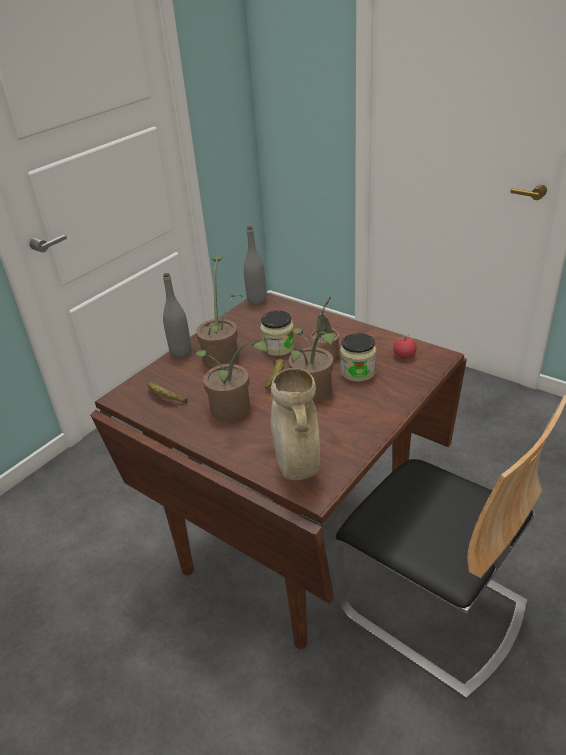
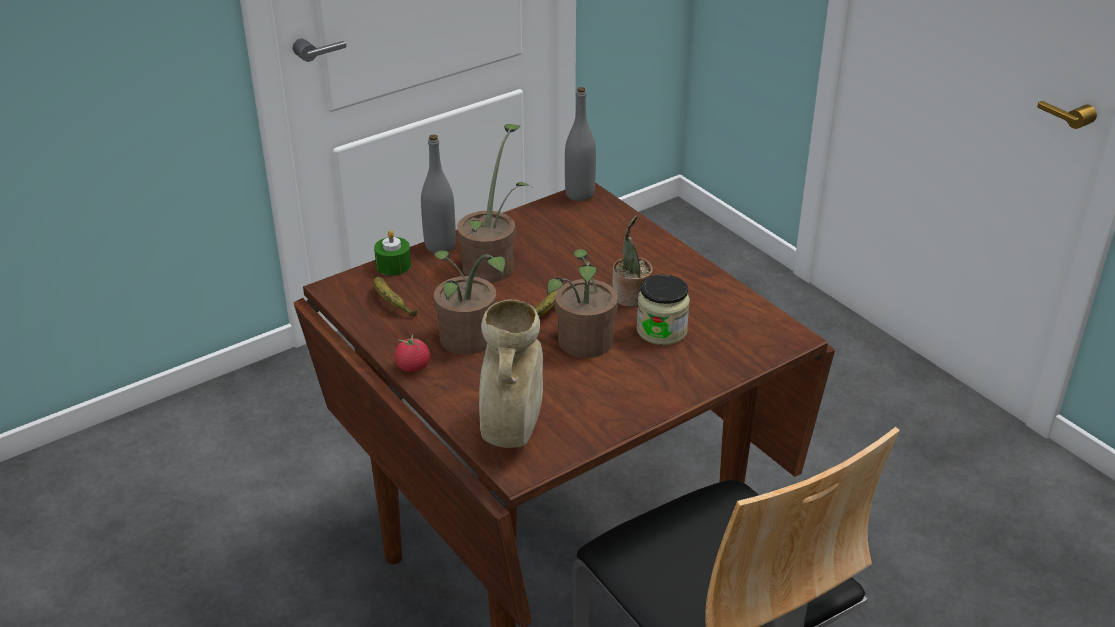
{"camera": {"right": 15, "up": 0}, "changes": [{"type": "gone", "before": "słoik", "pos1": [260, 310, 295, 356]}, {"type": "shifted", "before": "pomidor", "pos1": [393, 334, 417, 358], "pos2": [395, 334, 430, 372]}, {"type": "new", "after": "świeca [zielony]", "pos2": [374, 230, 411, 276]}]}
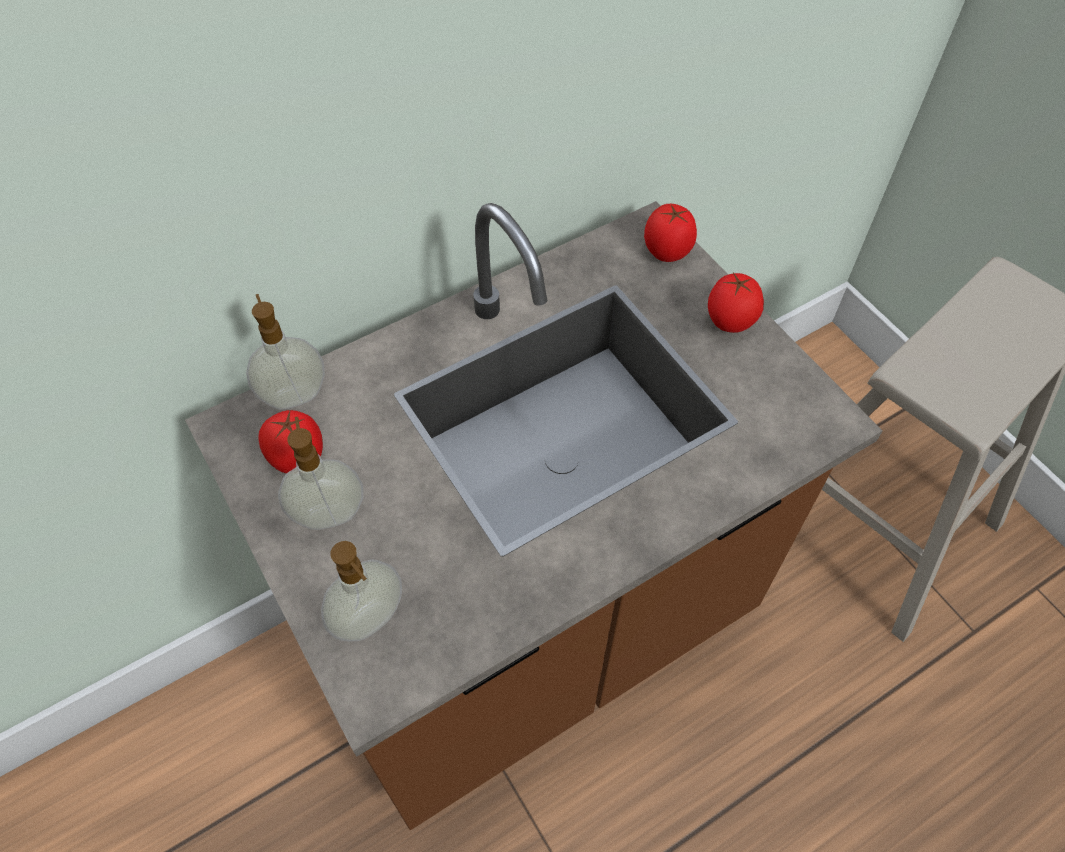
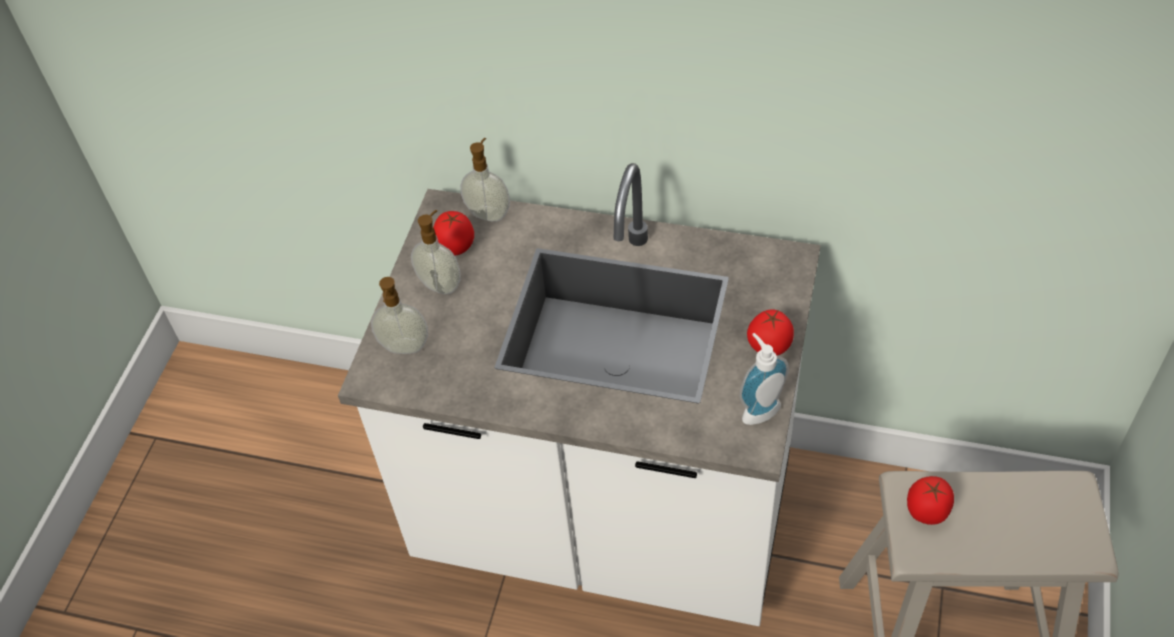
{"camera": {"right": 50, "up": -5}, "changes": [{"type": "repainted", "before": "zabudowa kuchenna [brązowy]", "after": "zabudowa kuchenna [biały]", "pos1": [185, 201, 882, 830], "pos2": [338, 163, 821, 626]}, {"type": "shifted", "before": "pomidor", "pos1": [644, 204, 697, 262], "pos2": [907, 476, 954, 525]}, {"type": "new", "after": "dozownik mydła", "pos2": [740, 333, 789, 425]}]}
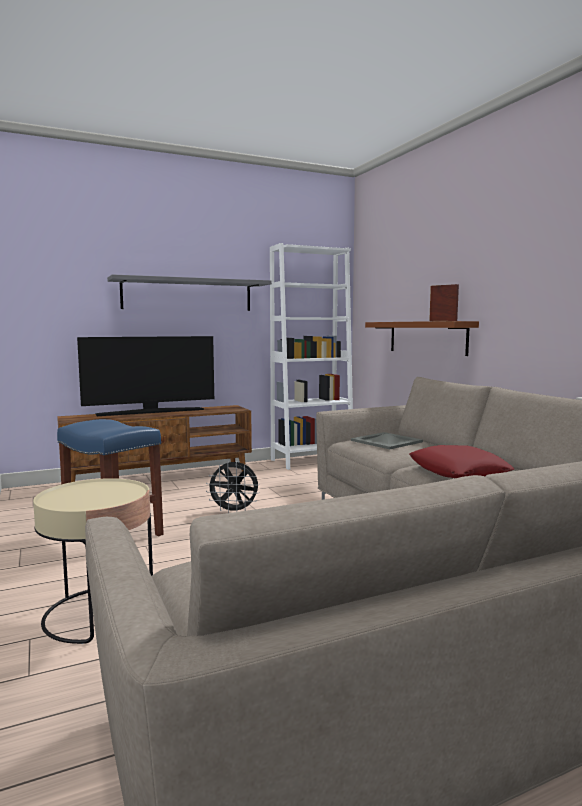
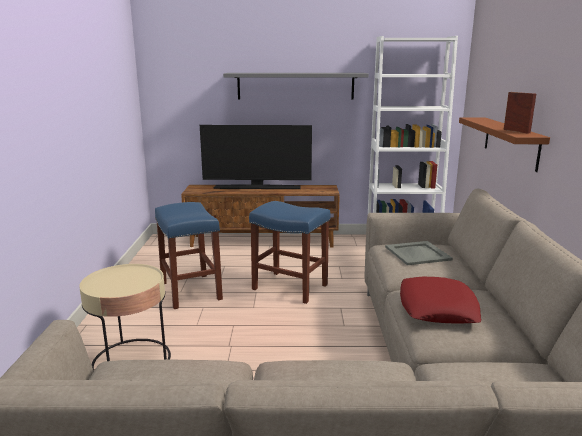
{"camera": {"right": 25, "up": 10}, "changes": [{"type": "swapped", "before": "wentylator [czarny]", "after": "stołek [niebieski]", "pos1": [206, 461, 260, 513], "pos2": [249, 201, 331, 304]}]}
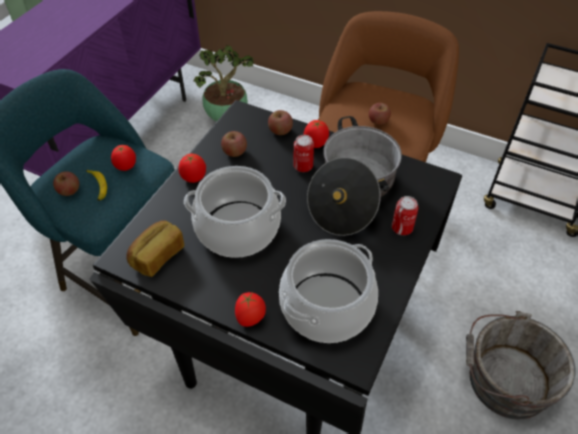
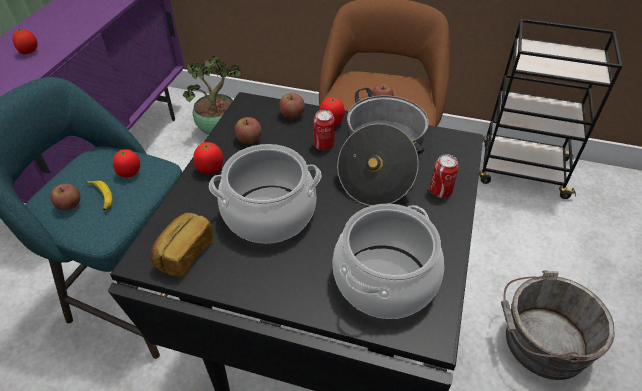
{"camera": {"right": -10, "up": -5}, "changes": [{"type": "shifted", "before": "pomidor", "pos1": [235, 292, 266, 327], "pos2": [13, 28, 38, 54]}]}
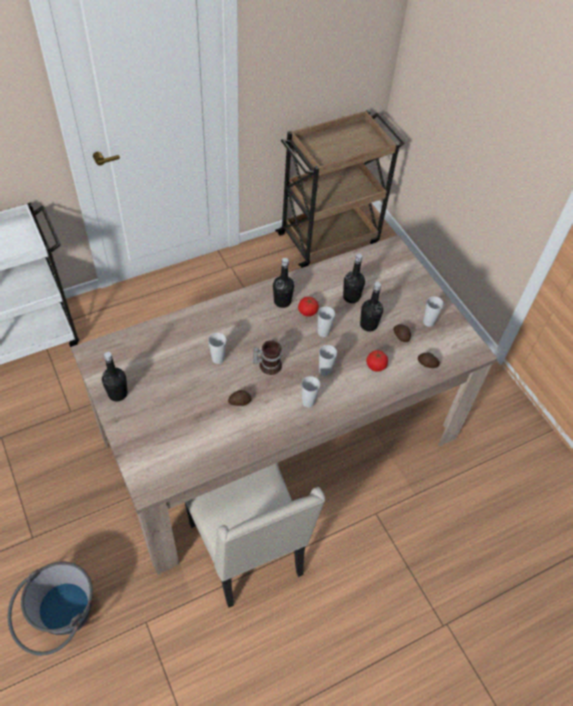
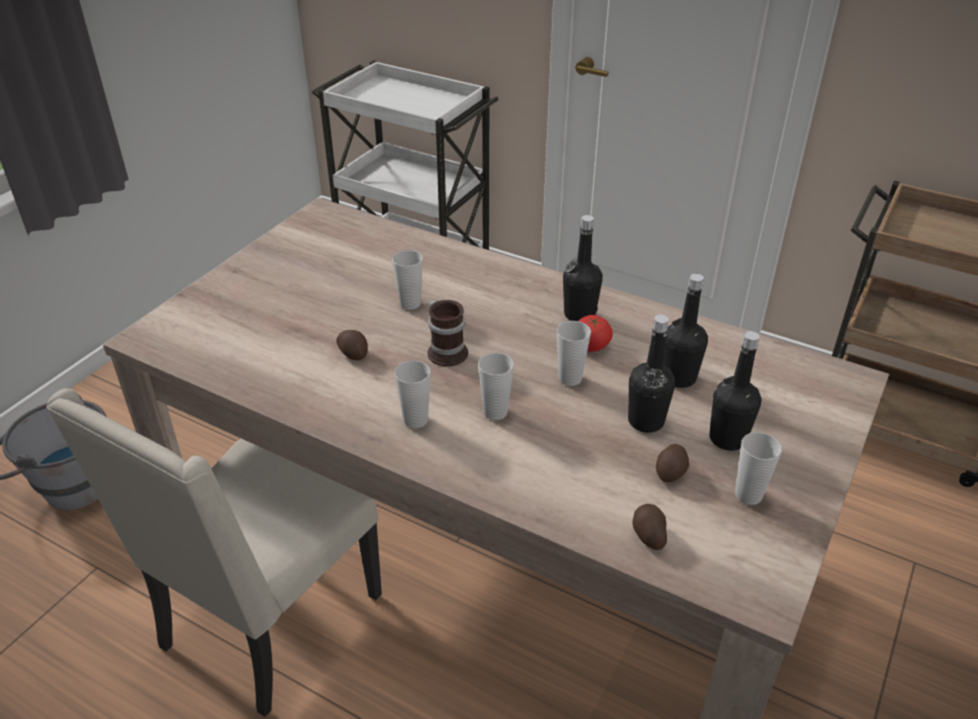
{"camera": {"right": 60, "up": -15}, "changes": [{"type": "shifted", "before": "butelka [czarny]", "pos1": [102, 352, 128, 401], "pos2": [709, 331, 762, 451]}, {"type": "gone", "before": "pomidor", "pos1": [366, 350, 388, 372]}]}
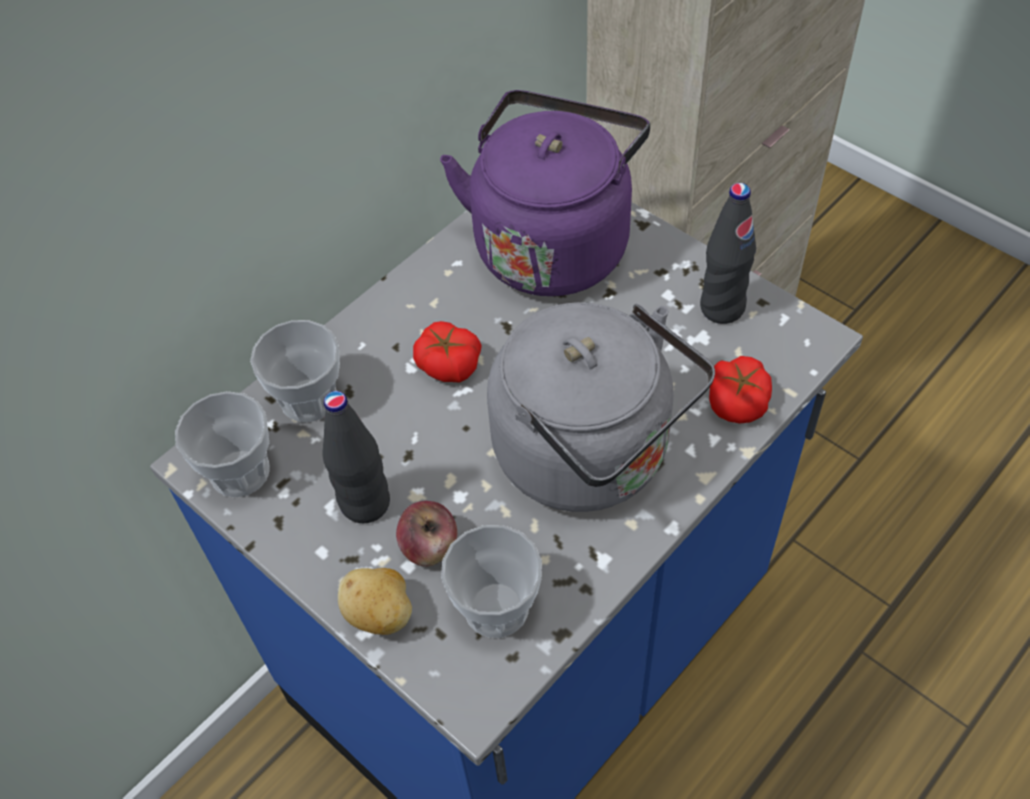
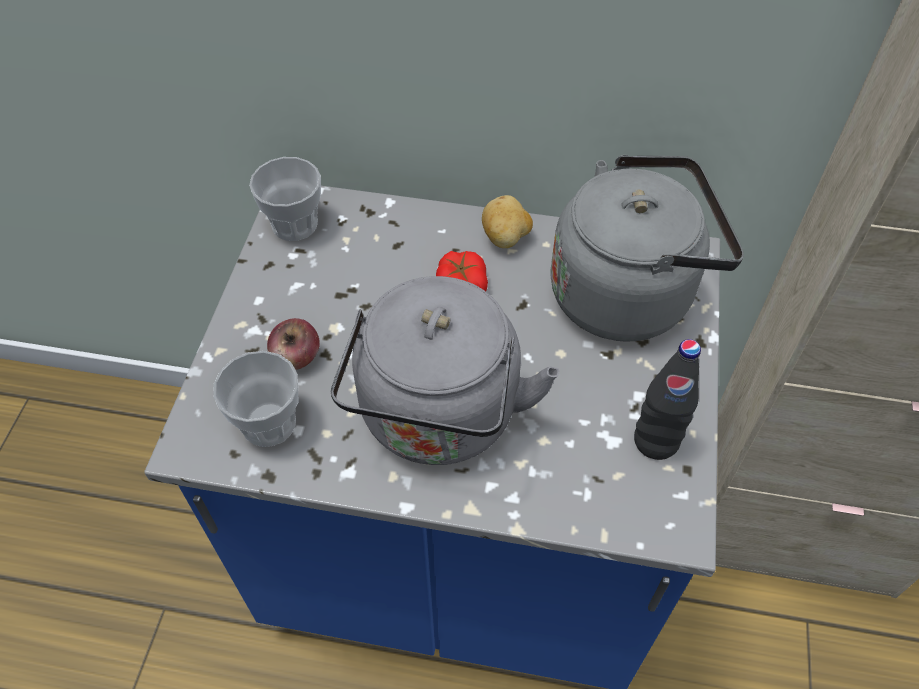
{"camera": {"right": 55, "up": 0}, "changes": [{"type": "gone", "before": "filiżanka", "pos1": [250, 320, 340, 422]}, {"type": "gone", "before": "butelka [czarny]", "pos1": [322, 391, 390, 523]}, {"type": "shifted", "before": "ziemniak", "pos1": [338, 568, 412, 635], "pos2": [482, 195, 533, 248]}, {"type": "repainted", "before": "czajnik [fioletowy]", "after": "czajnik [szary]", "pos1": [440, 90, 650, 296], "pos2": [550, 155, 744, 342]}, {"type": "gone", "before": "pomidor", "pos1": [709, 356, 772, 424]}]}
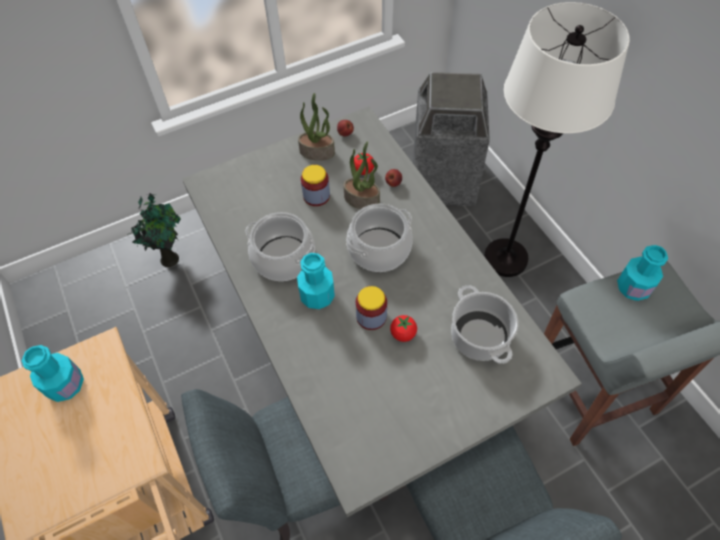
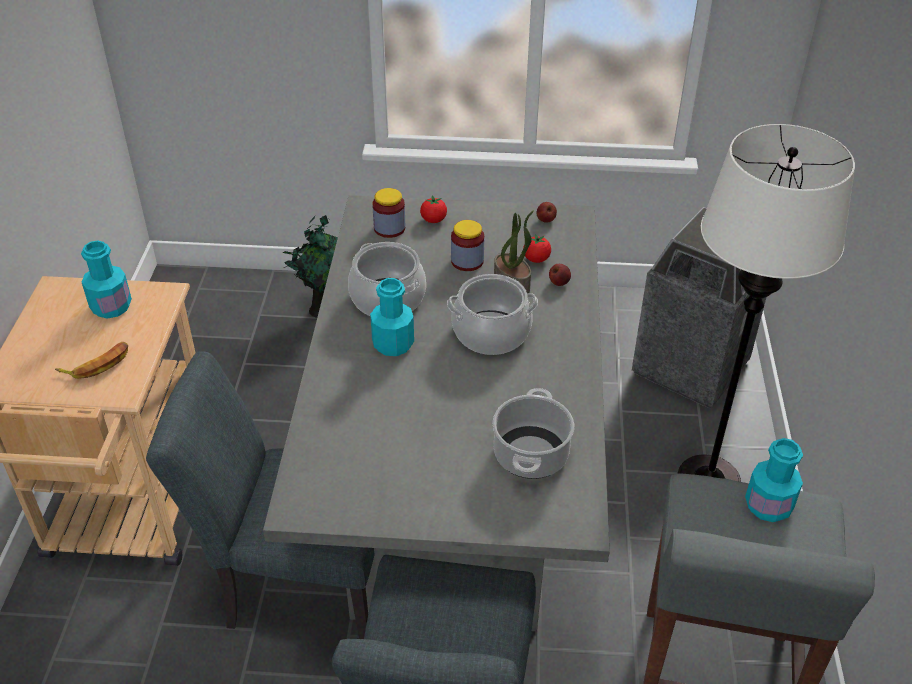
{"camera": {"right": 30, "up": -15}, "changes": [{"type": "gone", "before": "roślina doniczkowa", "pos1": [298, 93, 335, 161]}, {"type": "shifted", "before": "słoik", "pos1": [355, 286, 387, 330], "pos2": [372, 188, 405, 238]}, {"type": "shifted", "before": "pomidor", "pos1": [390, 315, 417, 342], "pos2": [420, 195, 447, 223]}, {"type": "new", "after": "banan", "pos2": [55, 342, 128, 379]}]}
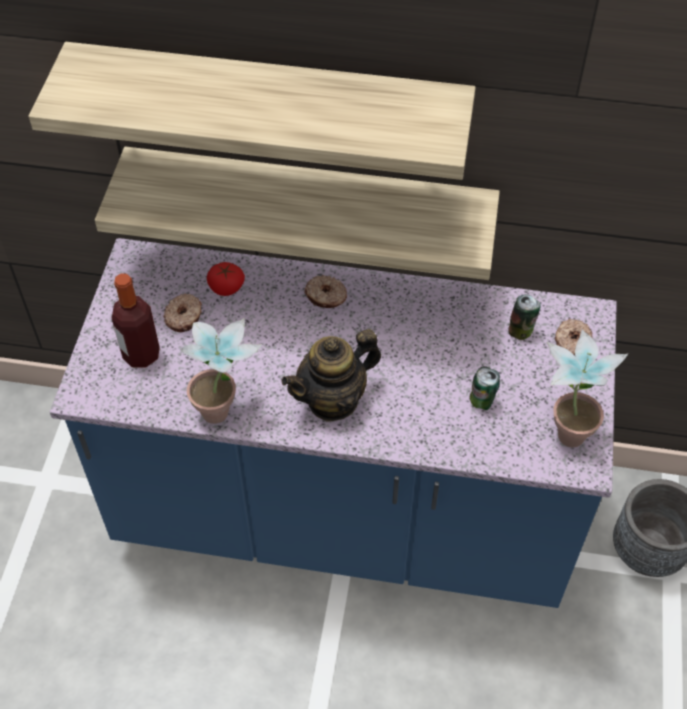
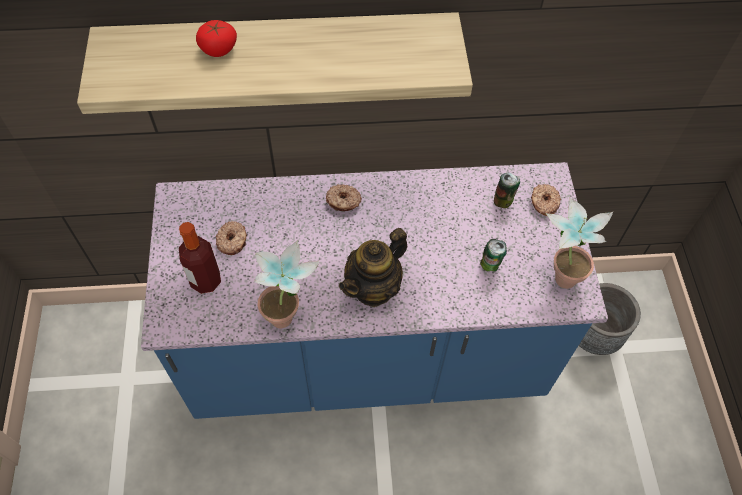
{"camera": {"right": -15, "up": 5}, "changes": [{"type": "gone", "before": "półka", "pos1": [95, 146, 500, 280]}, {"type": "shifted", "before": "pomidor", "pos1": [207, 262, 245, 296], "pos2": [196, 20, 237, 57]}]}
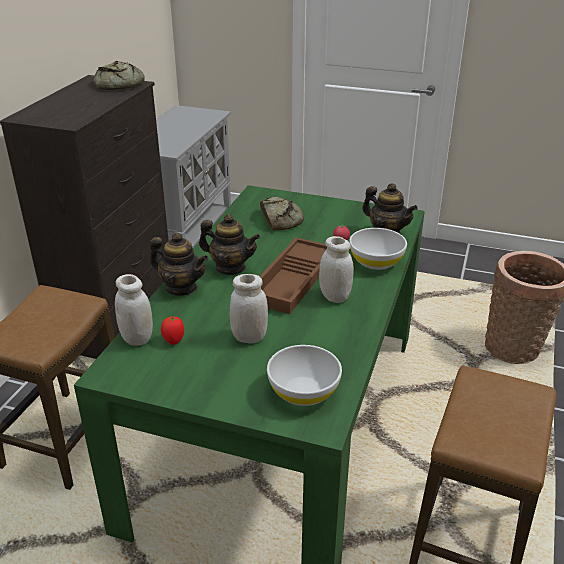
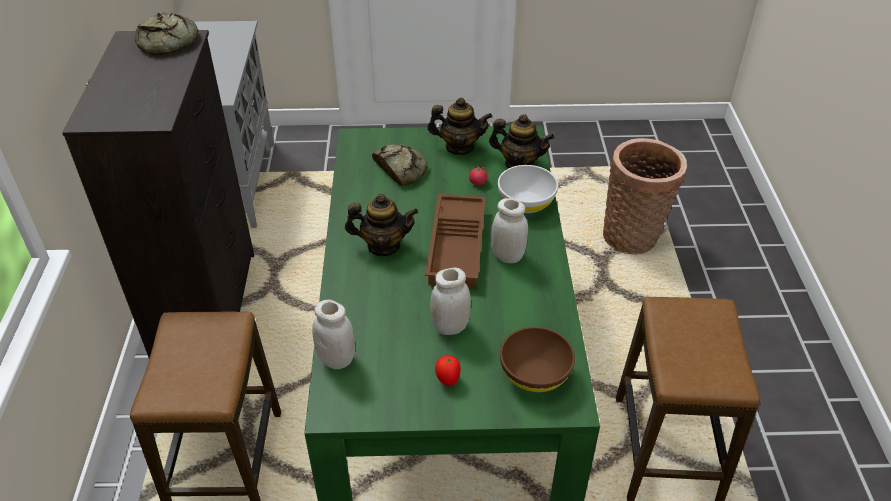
{"camera": {"right": -20, "up": 10}, "changes": [{"type": "shifted", "before": "imbryk", "pos1": [150, 233, 208, 296], "pos2": [427, 97, 492, 155]}, {"type": "shifted", "before": "pomidor", "pos1": [161, 316, 184, 345], "pos2": [435, 356, 461, 386]}, {"type": "repainted", "before": "miska [biały]", "after": "miska [brązowy]", "pos1": [267, 345, 342, 406], "pos2": [500, 327, 575, 392]}]}
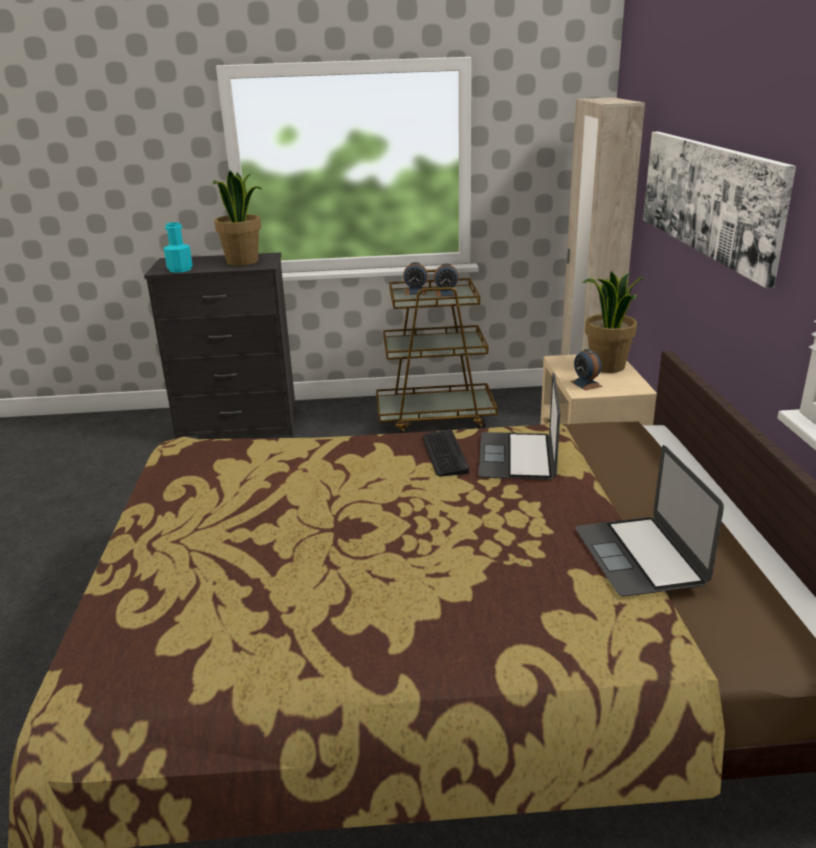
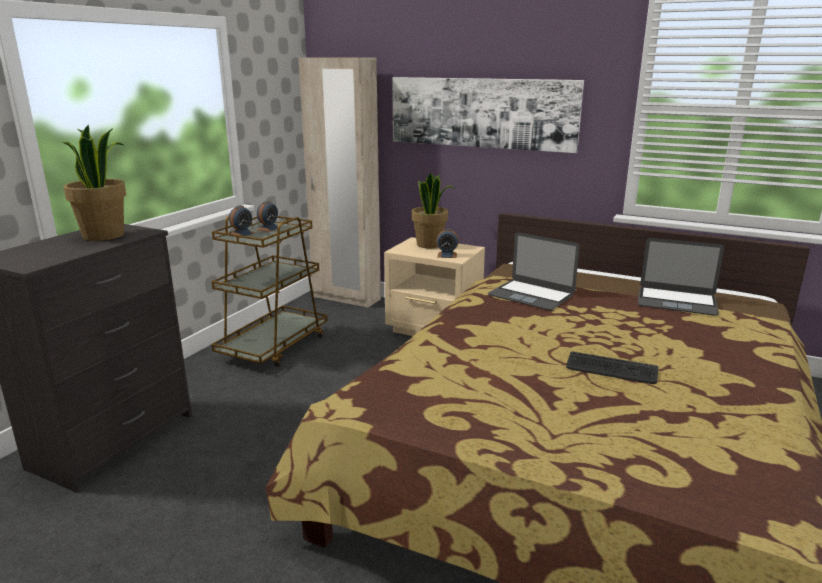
{"camera": {"right": -60, "up": -5}, "changes": [{"type": "gone", "before": "butelka [turkusowy]", "pos1": [164, 222, 193, 273]}, {"type": "shifted", "before": "klawiatura", "pos1": [423, 430, 469, 477], "pos2": [566, 352, 658, 384]}]}
